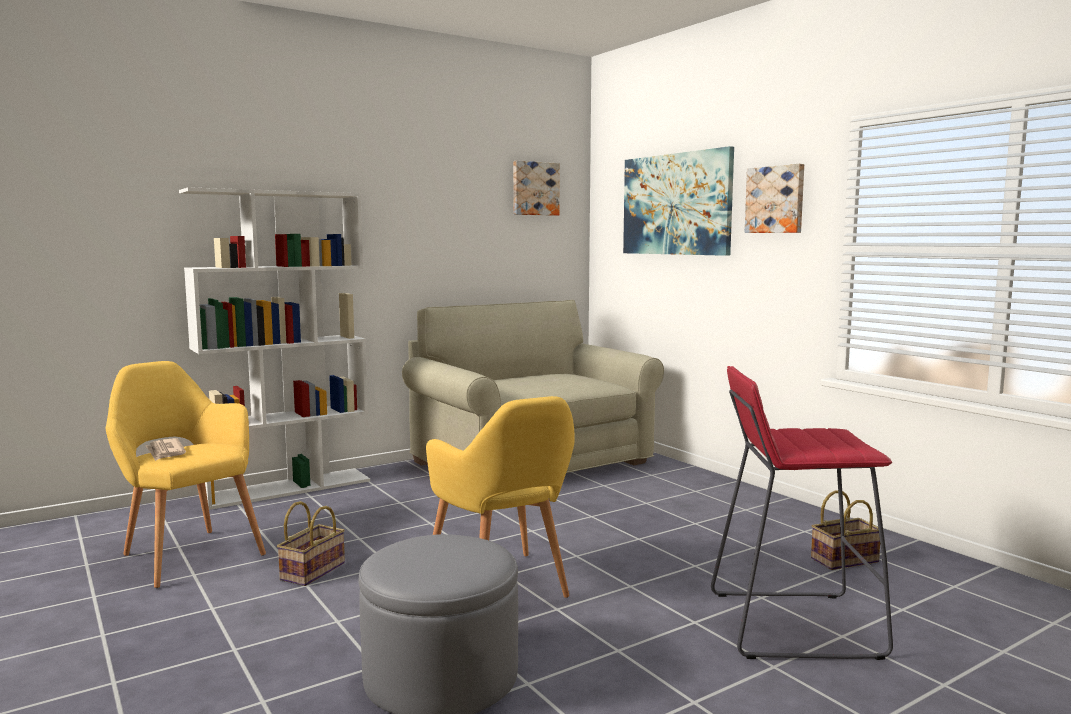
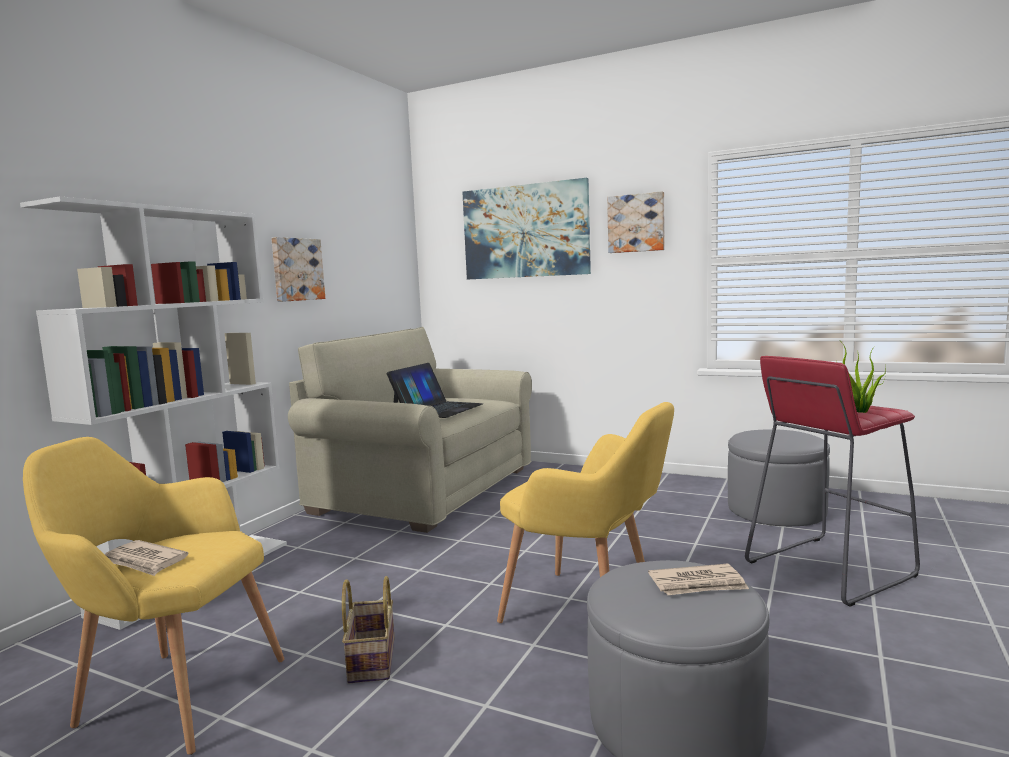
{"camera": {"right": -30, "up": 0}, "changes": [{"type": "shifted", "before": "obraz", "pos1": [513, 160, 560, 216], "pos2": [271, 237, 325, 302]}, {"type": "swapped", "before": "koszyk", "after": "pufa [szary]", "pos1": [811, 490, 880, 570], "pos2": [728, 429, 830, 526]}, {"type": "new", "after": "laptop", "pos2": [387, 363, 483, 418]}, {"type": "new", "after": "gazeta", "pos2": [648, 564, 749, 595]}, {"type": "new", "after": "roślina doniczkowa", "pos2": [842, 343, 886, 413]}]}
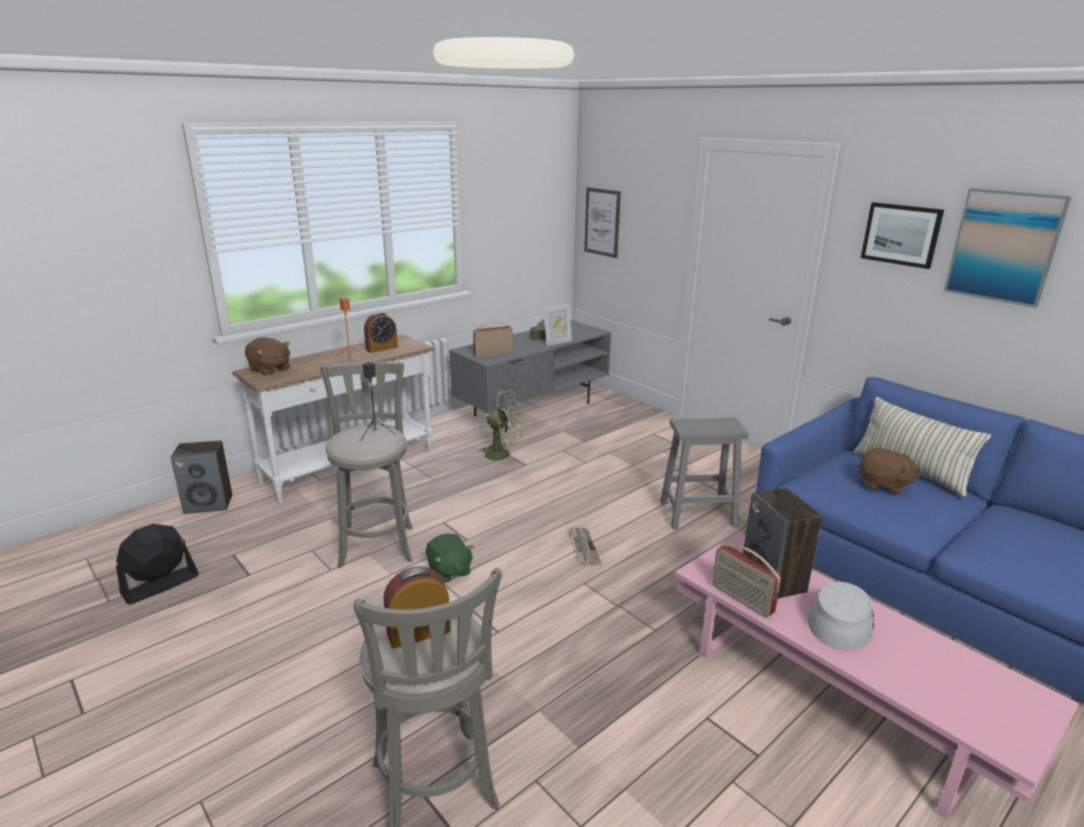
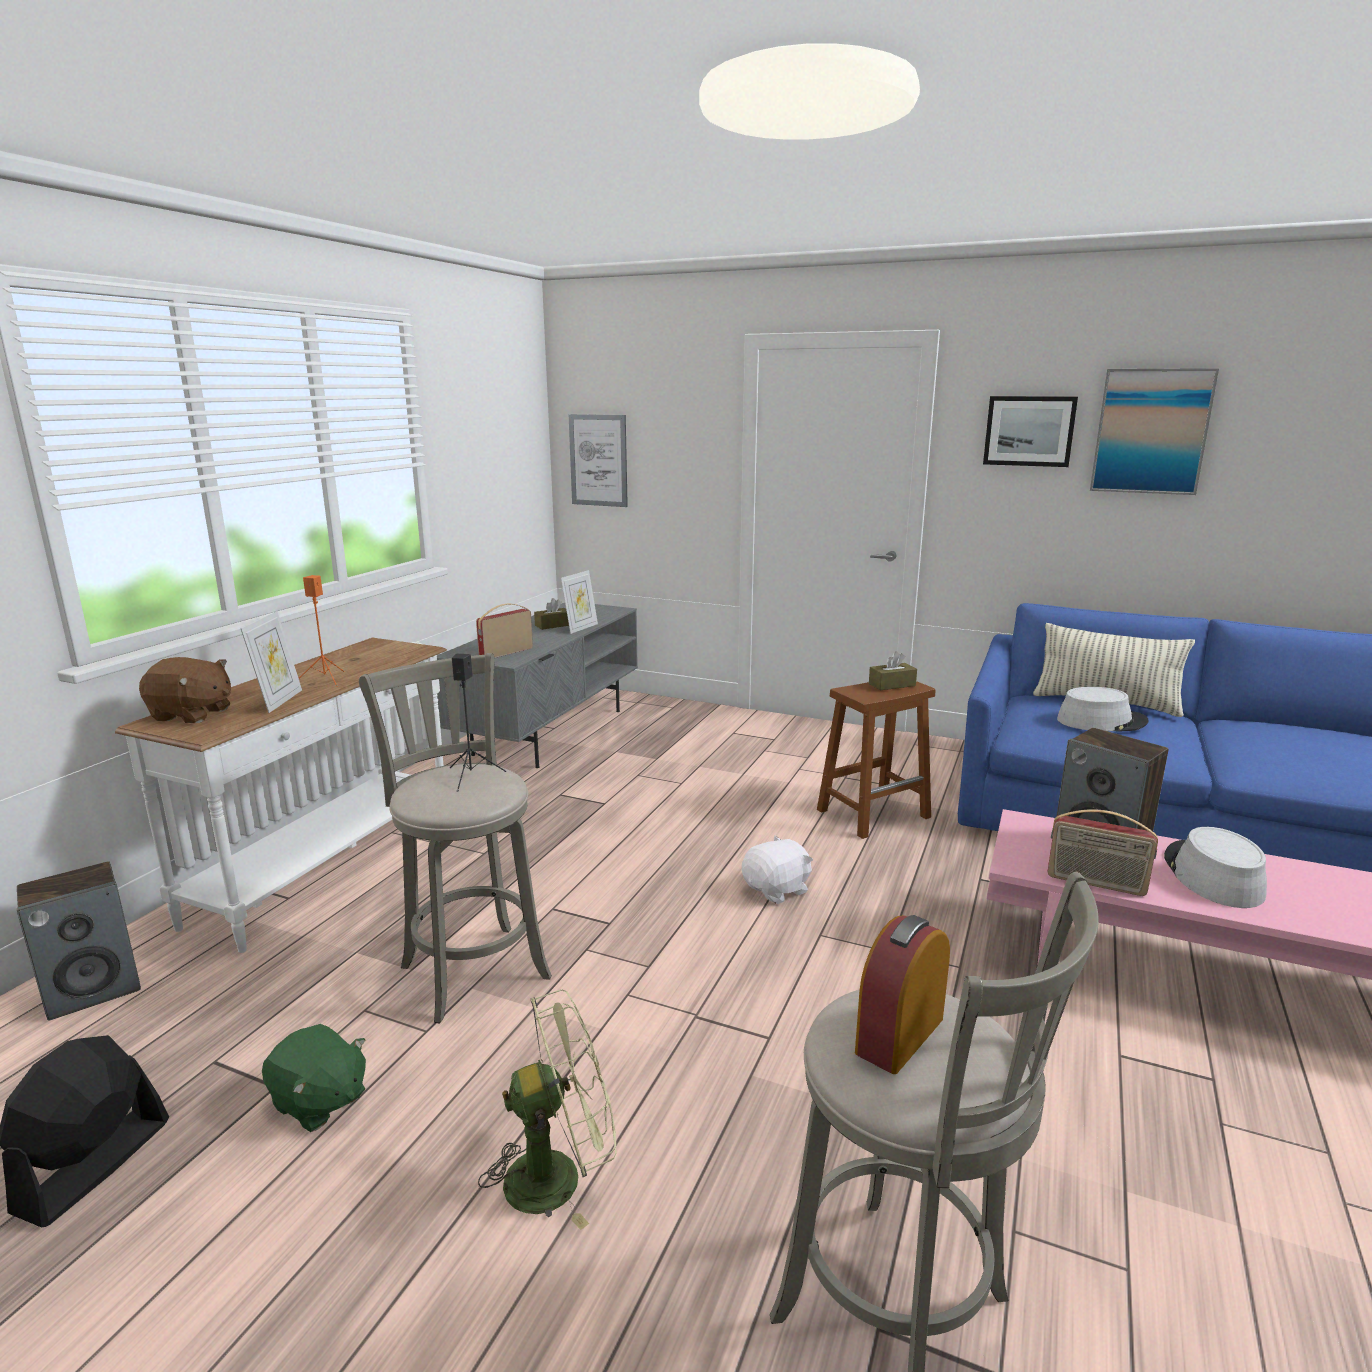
{"camera": {"right": -25, "up": -5}, "changes": [{"type": "gone", "before": "budzik", "pos1": [364, 312, 398, 353]}, {"type": "shifted", "before": "pluszak [zielony]", "pos1": [426, 534, 474, 583], "pos2": [262, 1024, 366, 1132]}, {"type": "shifted", "before": "wentylator [zielony]", "pos1": [478, 390, 522, 466], "pos2": [478, 989, 617, 1230]}, {"type": "swapped", "before": "gazeta", "after": "pluszak [biały]", "pos1": [570, 527, 601, 566], "pos2": [742, 835, 813, 904]}, {"type": "repainted", "before": "stołek [szary]", "after": "stołek [brązowy]", "pos1": [660, 417, 749, 530], "pos2": [817, 681, 936, 839]}, {"type": "swapped", "before": "pluszak [brązowy]", "after": "kapelusz [szary]", "pos1": [858, 448, 920, 495], "pos2": [1057, 687, 1149, 731]}, {"type": "new", "after": "ramka na zdjęcie", "pos2": [241, 611, 302, 713]}, {"type": "new", "after": "pudełko chusteczek [brązowy]", "pos2": [869, 651, 917, 690]}]}
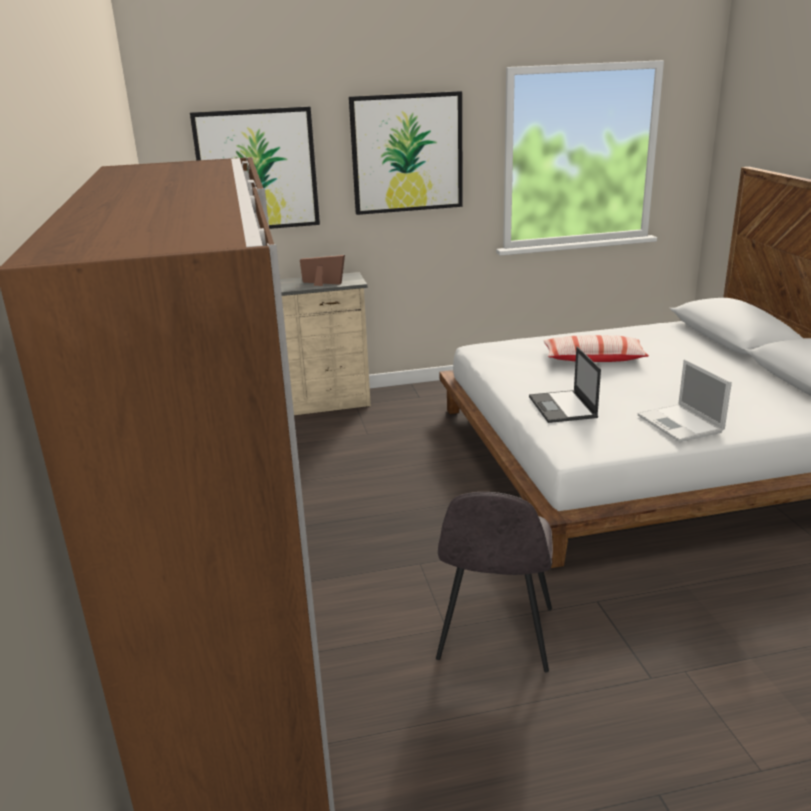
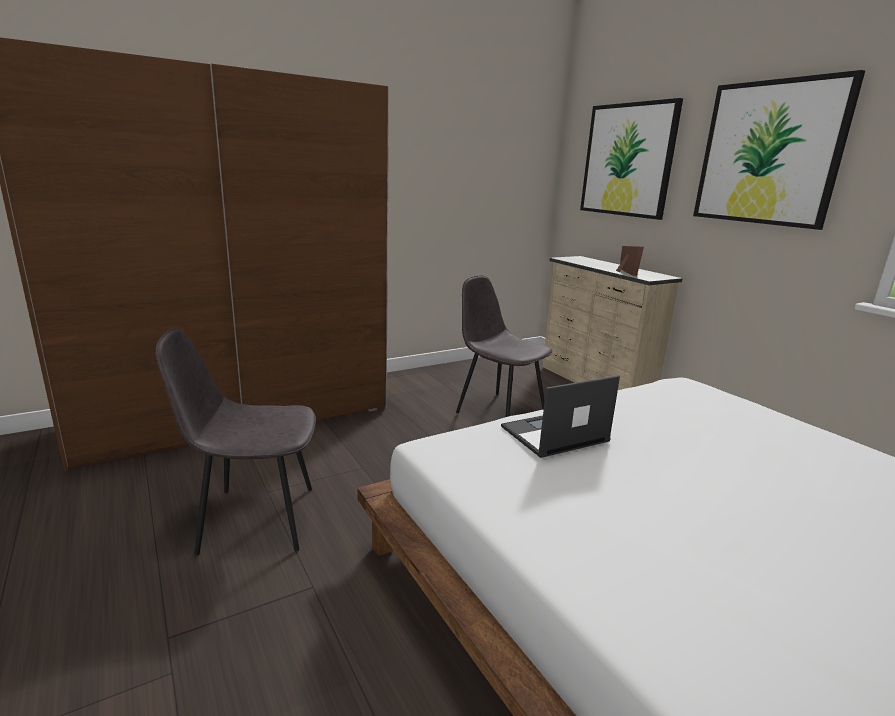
{"camera": {"right": 70, "up": -5}, "changes": [{"type": "gone", "before": "poduszka", "pos1": [543, 335, 649, 362]}, {"type": "gone", "before": "laptop", "pos1": [637, 359, 732, 442]}, {"type": "new", "after": "krzesło [szary]", "pos2": [456, 275, 552, 417]}]}
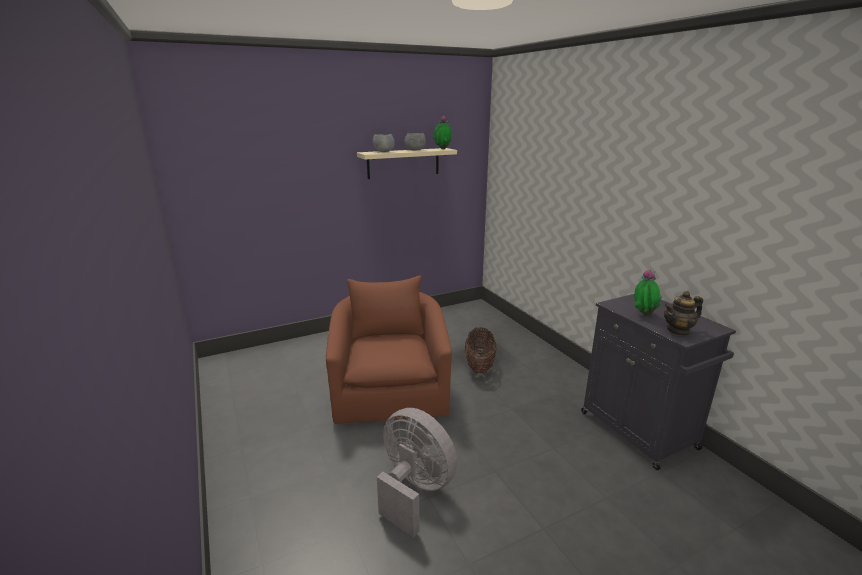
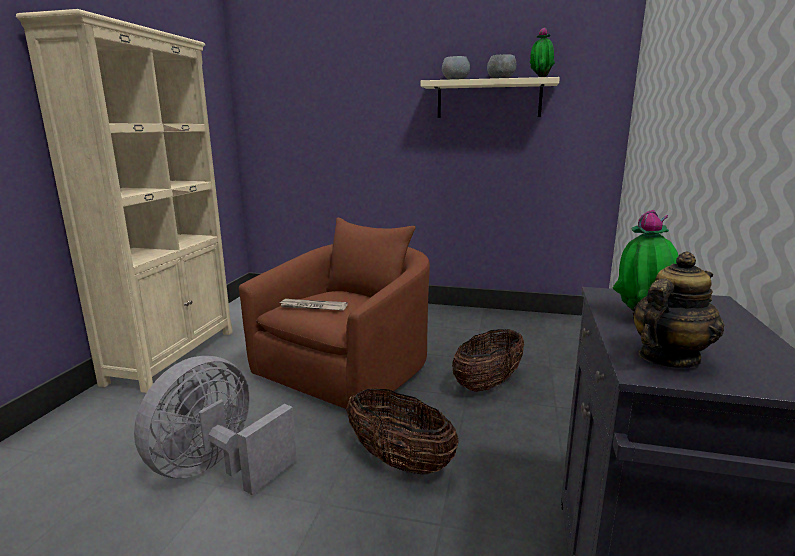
{"camera": {"right": 40, "up": -5}, "changes": [{"type": "rotated", "before": "wentylator [szary]", "pos1": [377, 408, 457, 538], "pos2": [134, 356, 297, 495], "turn": -135}, {"type": "rotated", "before": "imbryk", "pos1": [664, 291, 703, 336], "pos2": [632, 251, 724, 368], "turn": 120}, {"type": "new", "after": "regał [beżowy]", "pos2": [16, 9, 233, 393]}, {"type": "new", "after": "gazeta", "pos2": [278, 299, 348, 310]}, {"type": "new", "after": "koszyk", "pos2": [346, 388, 459, 475]}]}
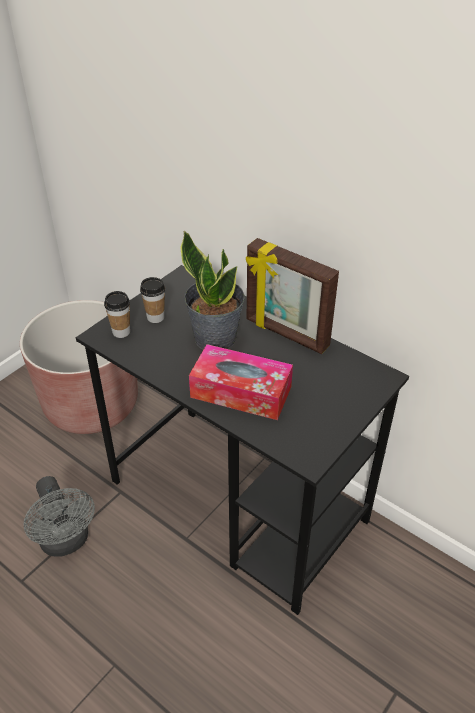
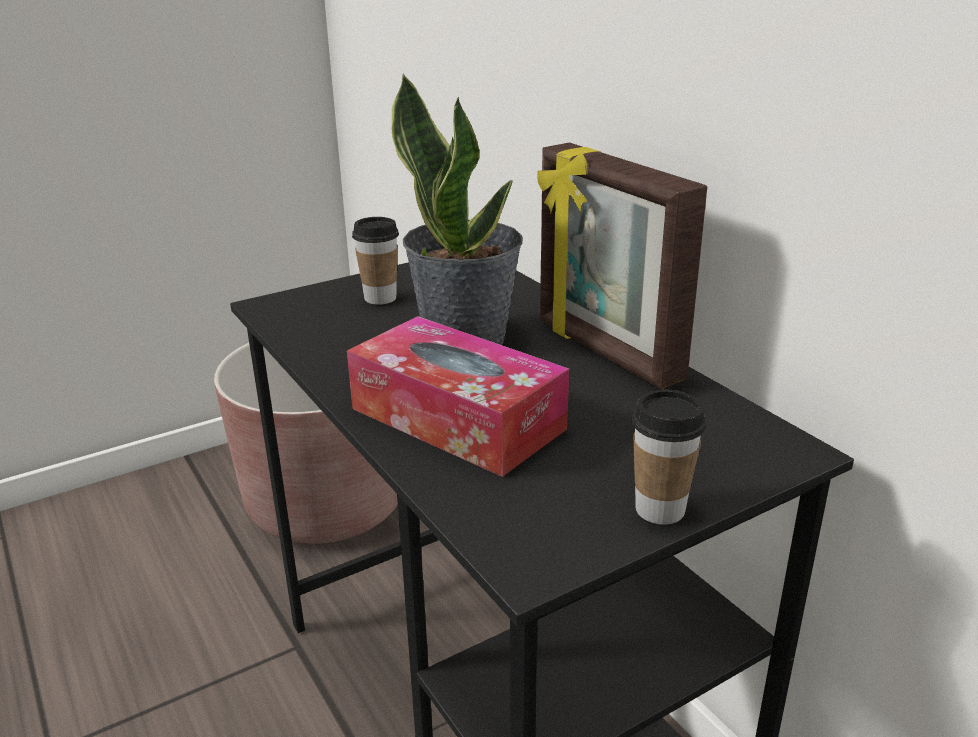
{"camera": {"right": 20, "up": -15}, "changes": [{"type": "gone", "before": "wentylator [szary]", "pos1": [24, 476, 95, 557]}, {"type": "shifted", "before": "filiżanka", "pos1": [104, 291, 130, 338], "pos2": [631, 389, 706, 525]}]}
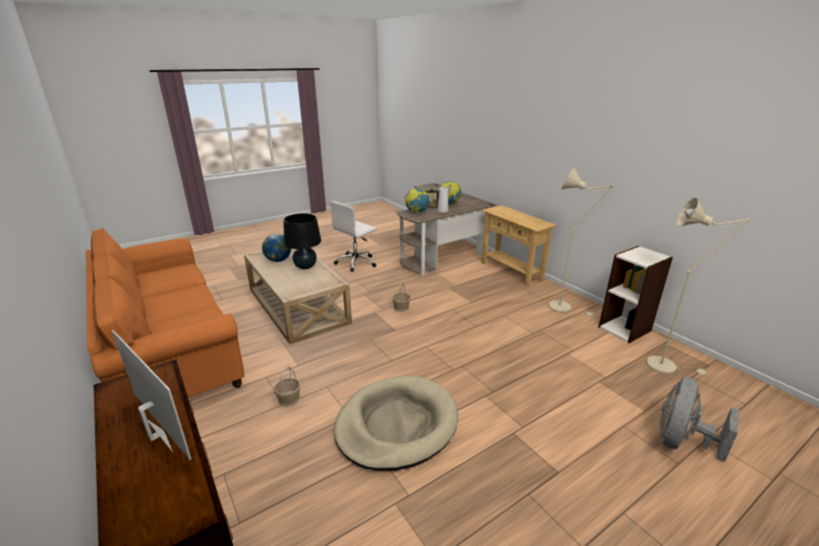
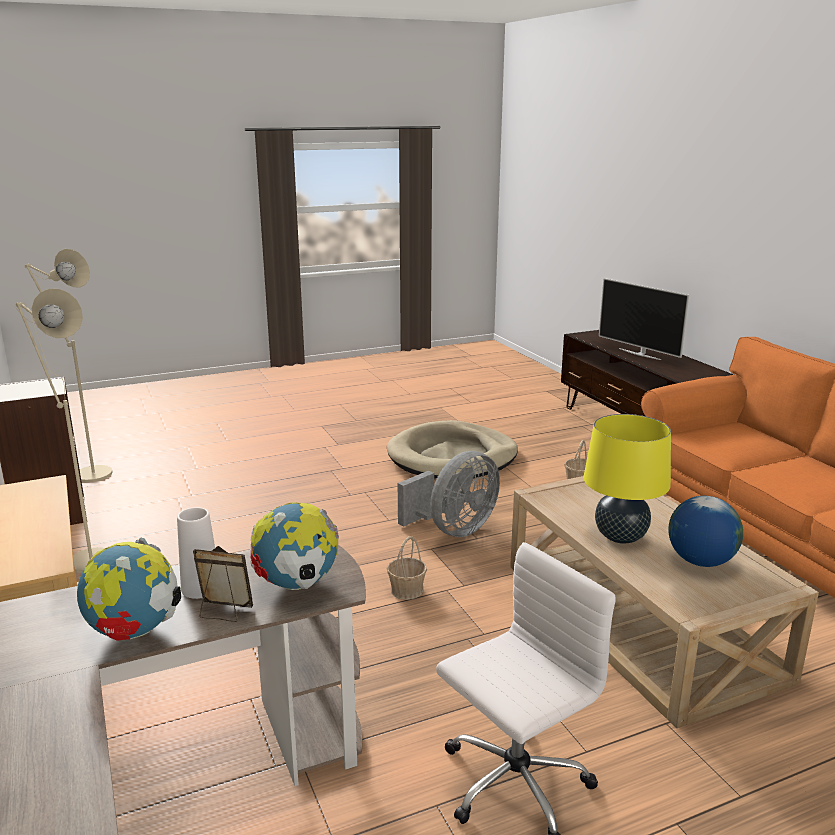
{"camera": {"right": -170, "up": -5}, "changes": [{"type": "repainted", "before": "lampa stołowa [czarny]", "after": "lampa stołowa [żółty]", "pos1": [283, 213, 321, 269], "pos2": [583, 414, 671, 544]}, {"type": "shifted", "before": "wentylator [szary]", "pos1": [660, 377, 740, 462], "pos2": [398, 451, 500, 537]}]}
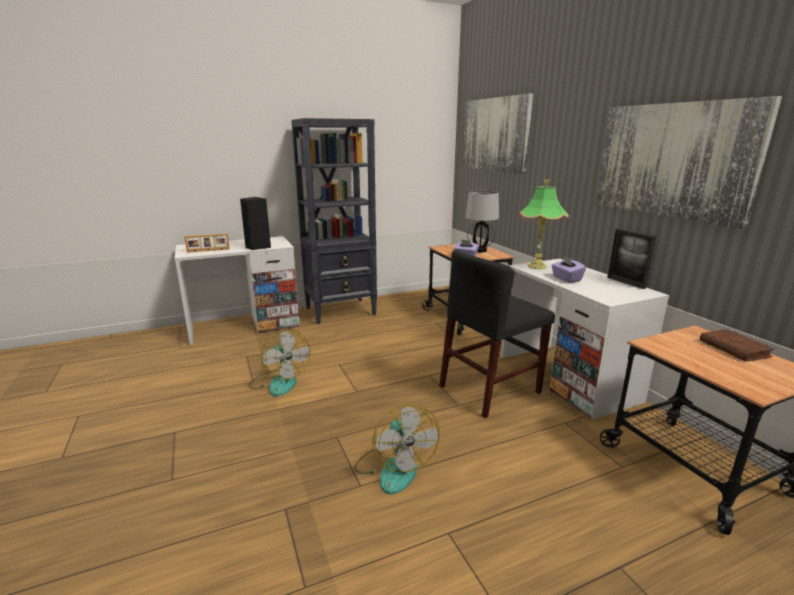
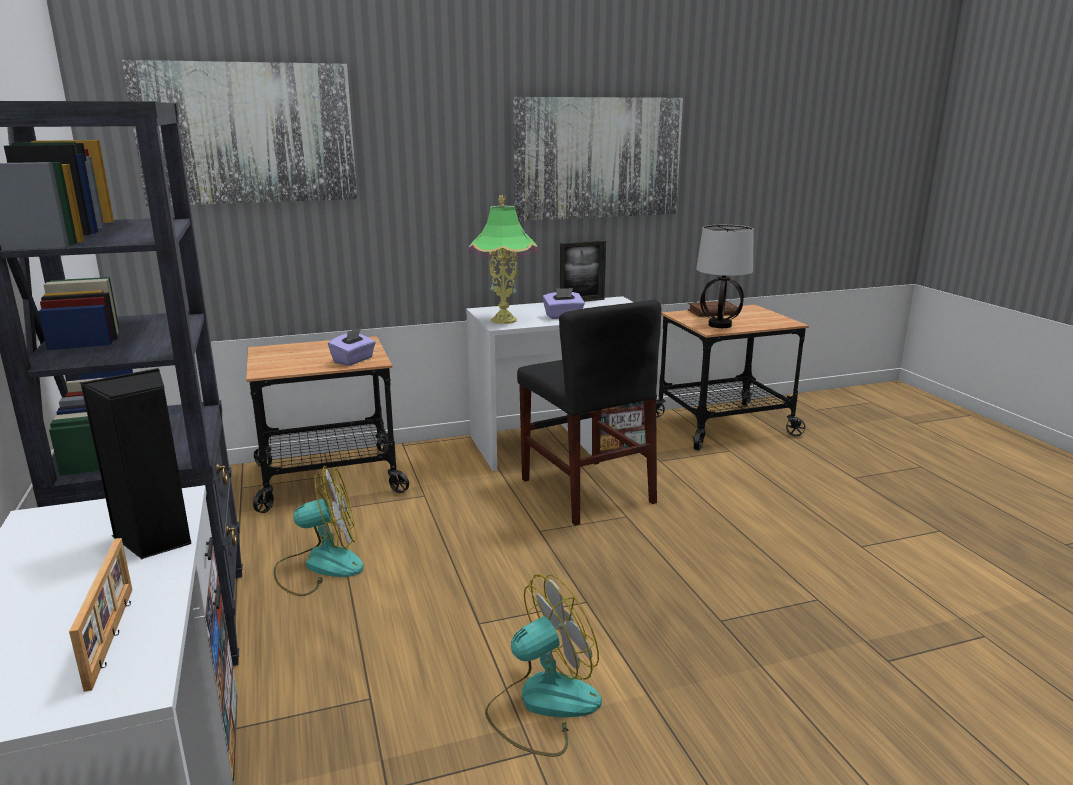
{"camera": {"right": -85, "up": 0}, "changes": [{"type": "shifted", "before": "wentylator", "pos1": [354, 404, 439, 494], "pos2": [274, 466, 364, 596]}, {"type": "shifted", "before": "lampa stołowa", "pos1": [466, 191, 499, 252], "pos2": [696, 225, 754, 328]}]}
